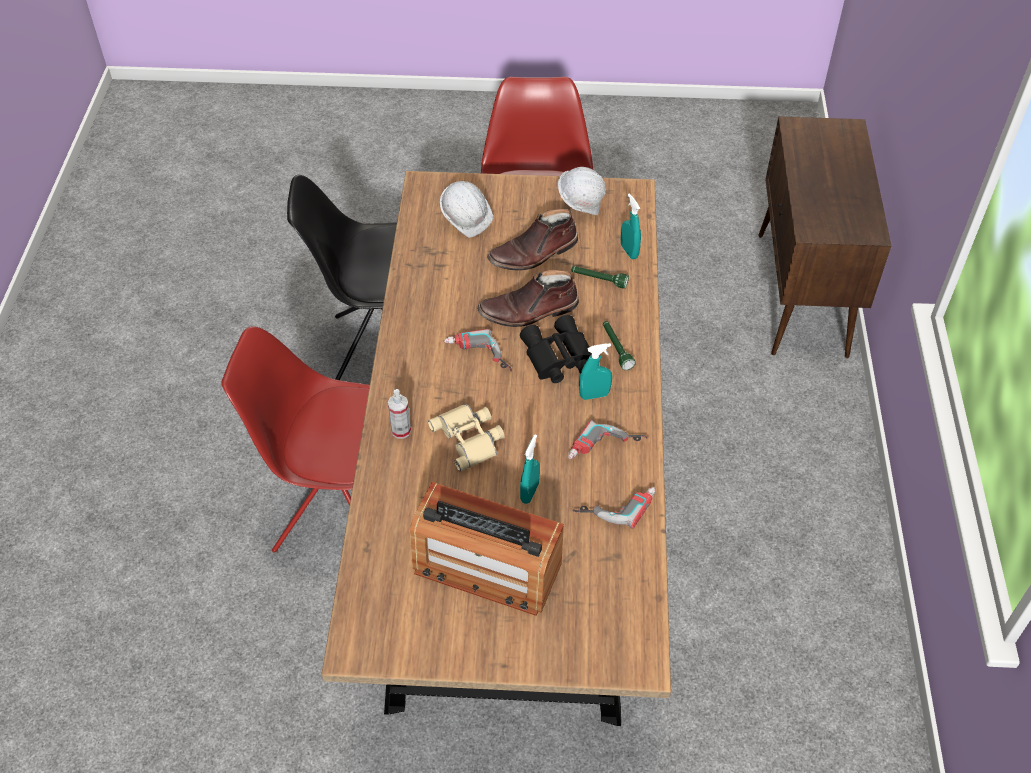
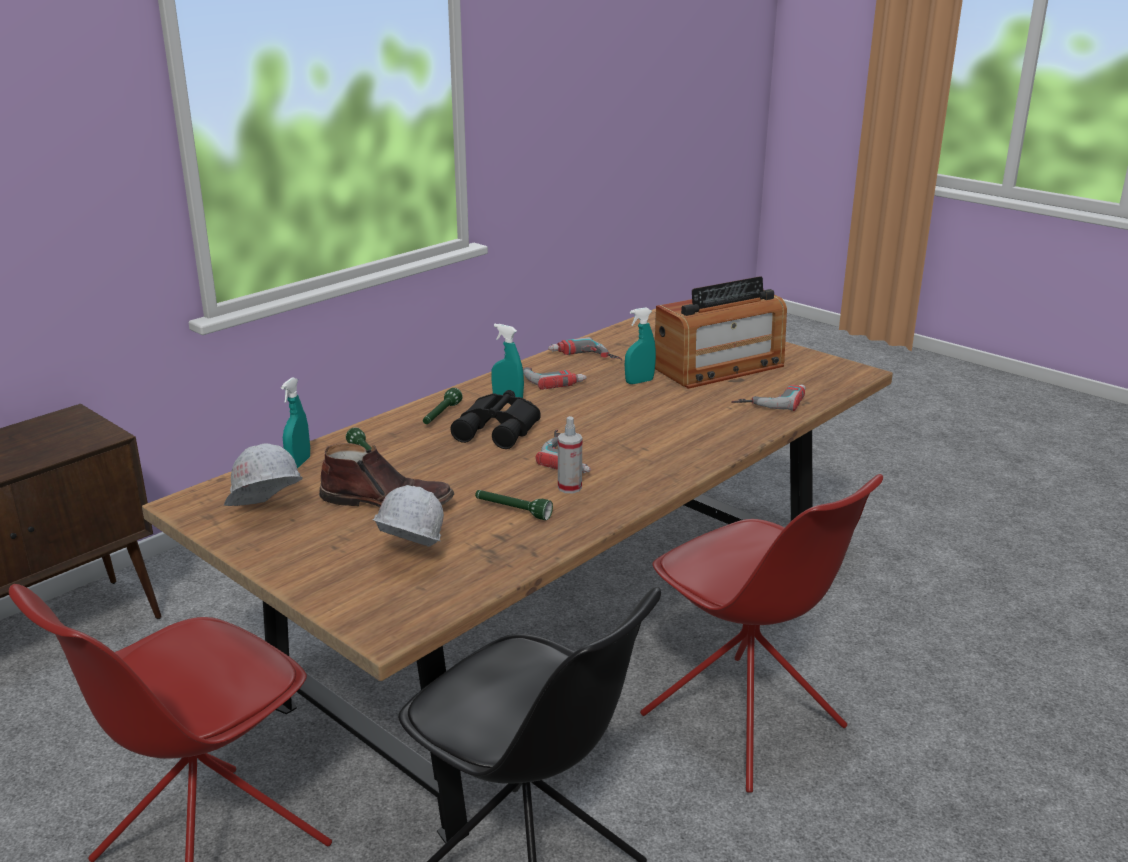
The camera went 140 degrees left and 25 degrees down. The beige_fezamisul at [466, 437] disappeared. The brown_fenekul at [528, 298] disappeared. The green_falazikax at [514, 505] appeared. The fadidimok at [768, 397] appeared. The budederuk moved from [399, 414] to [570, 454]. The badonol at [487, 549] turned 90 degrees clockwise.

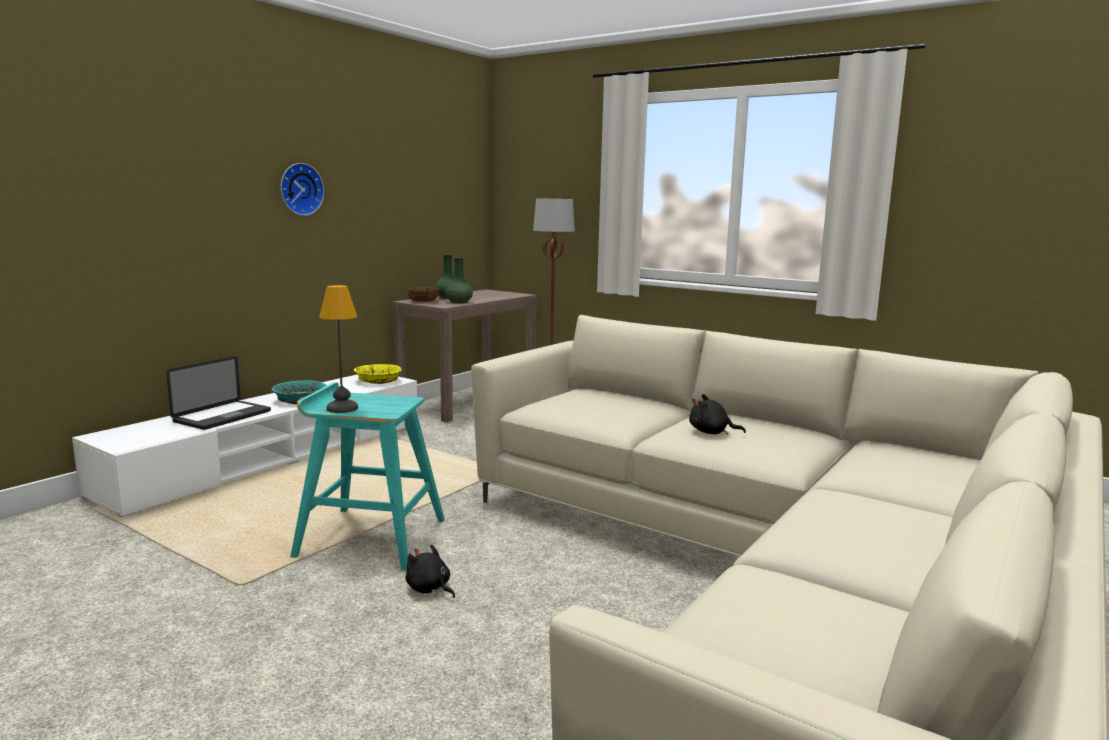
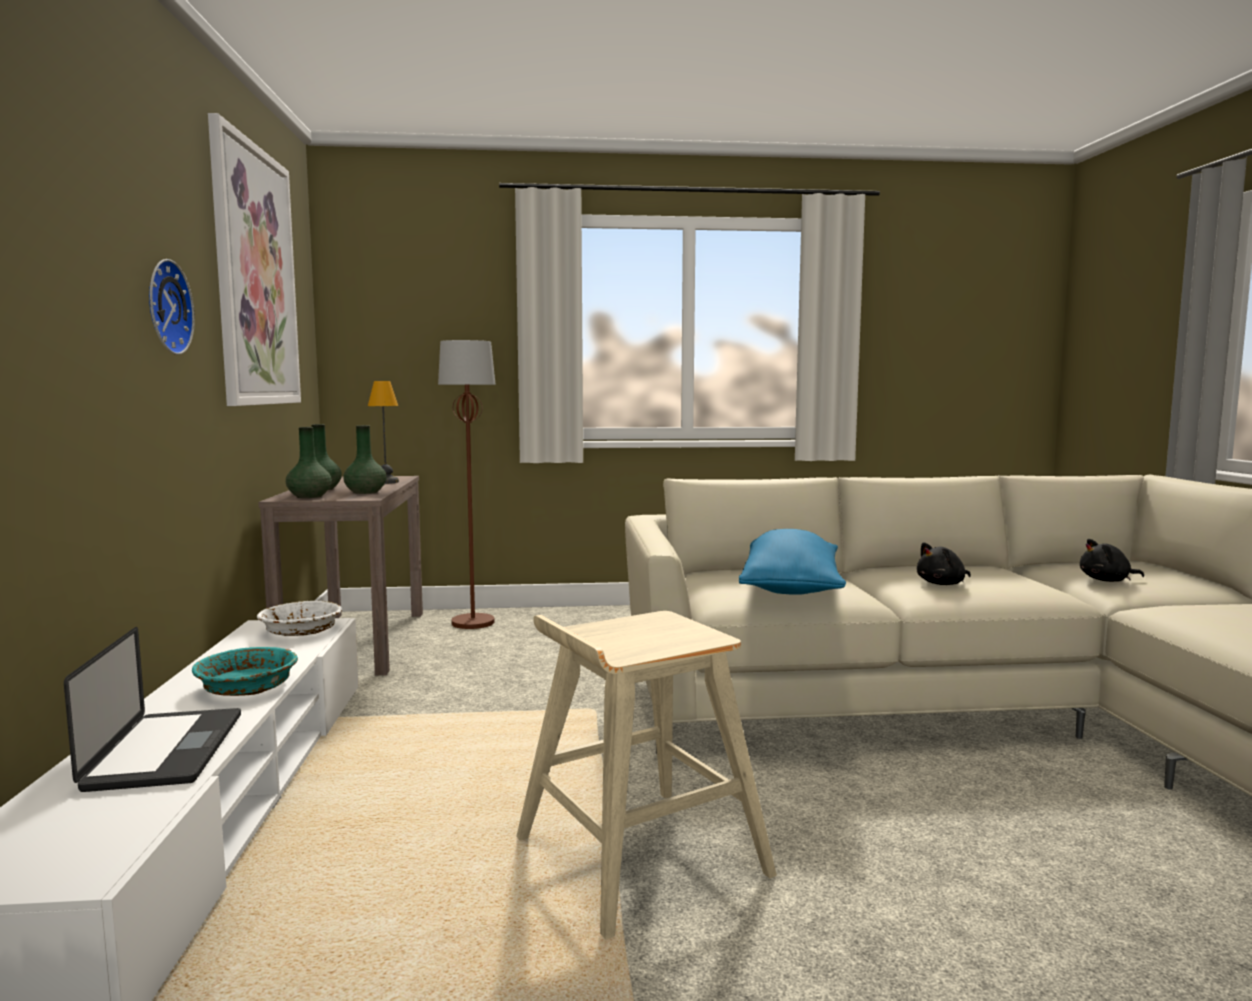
The camera went 40 degrees left and 5 degrees down. The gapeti at [254, 259] appeared. The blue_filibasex at [792, 562] appeared. The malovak moved from [338, 349] to [383, 432]. The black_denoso moved from [430, 571] to [1112, 560]. The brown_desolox at [423, 294] was replaced by the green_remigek at [309, 462]. The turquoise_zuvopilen at [367, 476] became the beige_zuvopilen at [646, 775]. The yellow_desolox at [378, 374] became the white_desolox at [299, 618].

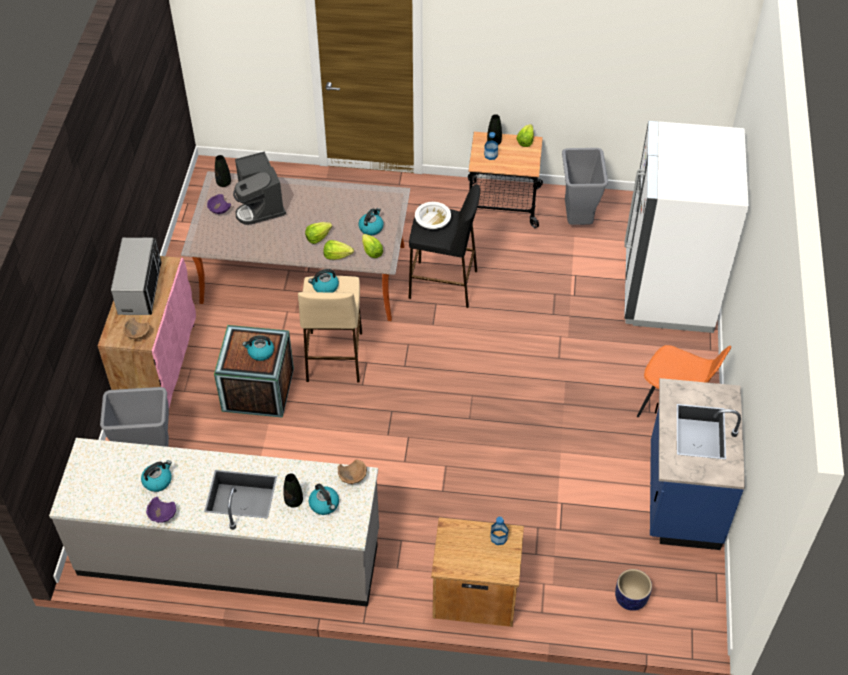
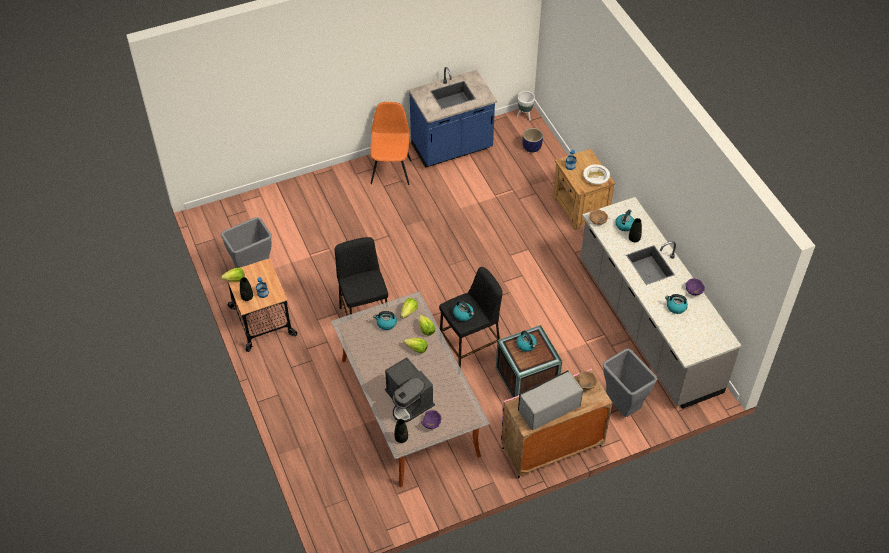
The camera went 120 degrees left and 0 degrees up. The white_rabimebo at [686, 227] disappeared. The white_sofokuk at [526, 106] appeared. The white_desolox moved from [433, 215] to [596, 174]. The beige_zuvopilen at [330, 329] became the black_zuvopilen at [471, 317]. The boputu at [259, 188] turned 105 degrees clockwise.

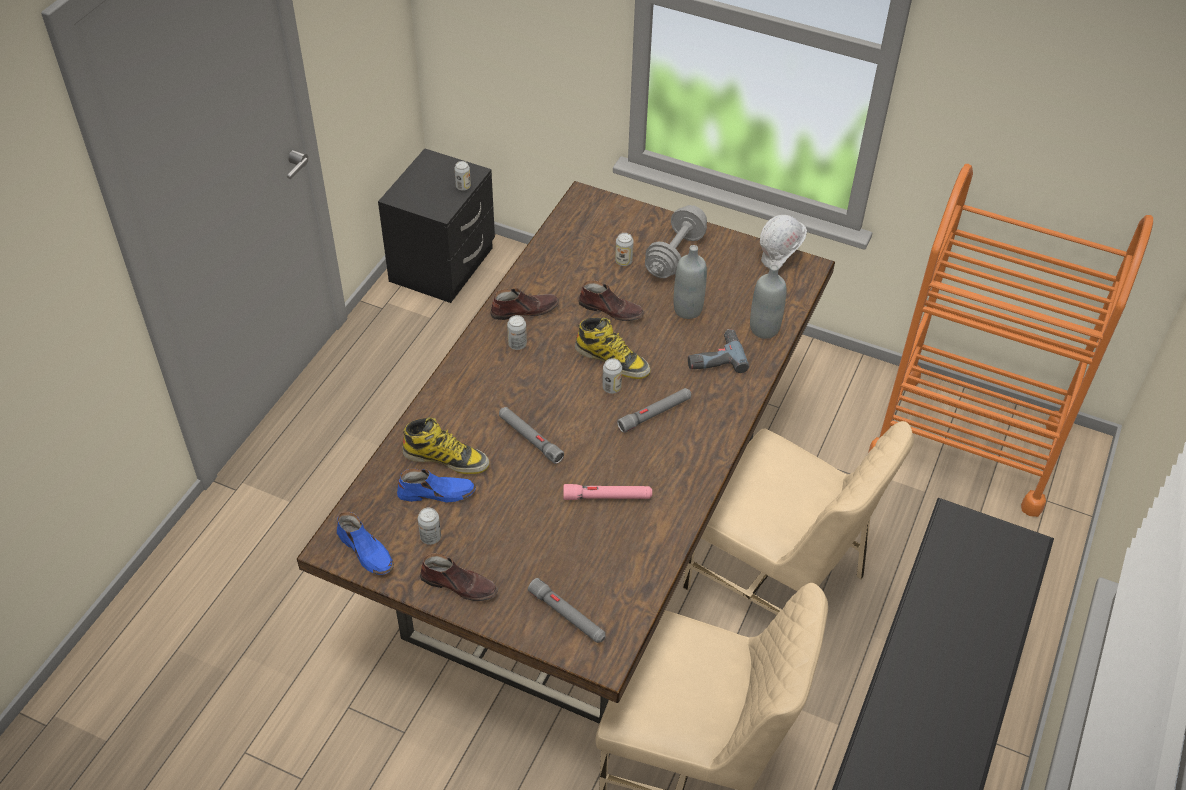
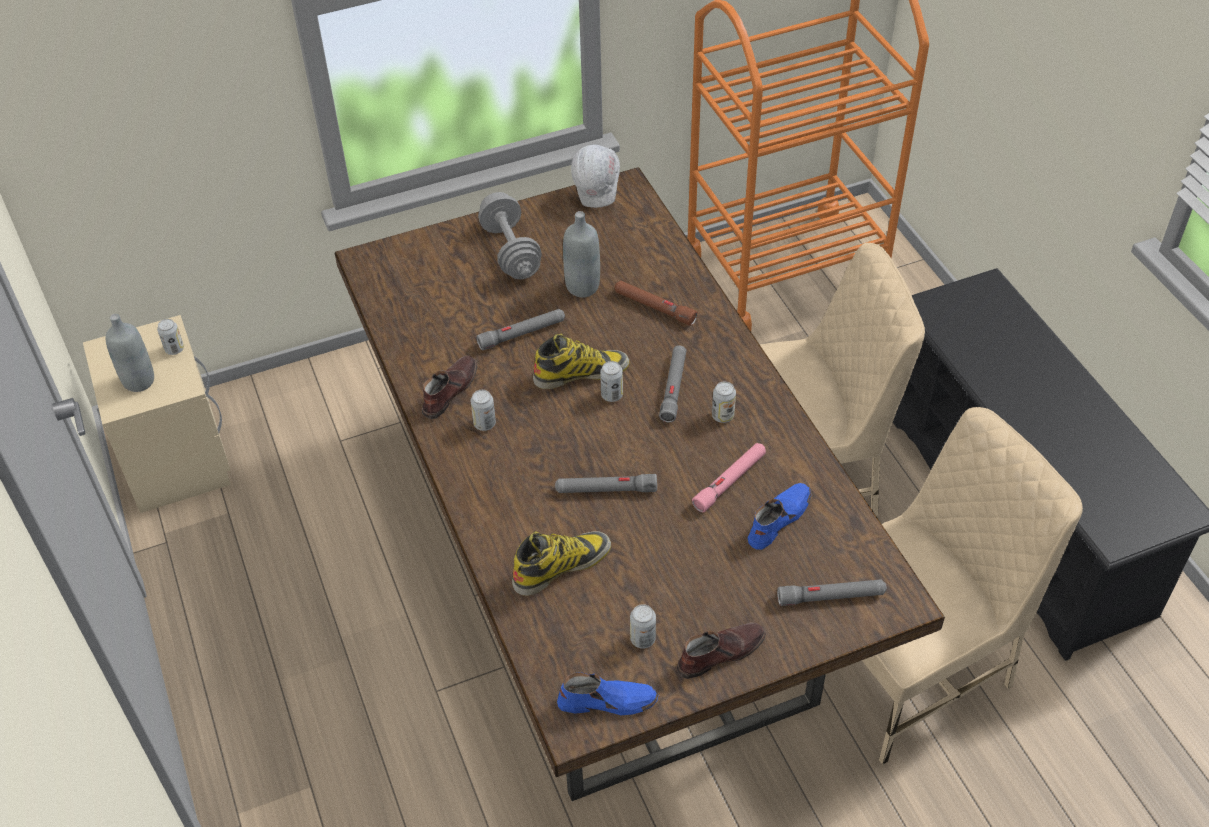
The camera went 45 degrees left and 0 degrees up. The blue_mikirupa moved from [436, 485] to [779, 516]. The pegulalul moved from [624, 249] to [724, 402]. The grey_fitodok moved from [768, 301] to [129, 353]. The brown_mikirupa at [611, 300] was replaced by the grey_falazikax at [520, 329]. The fadidimok at [718, 351] was replaced by the brown_falazikax at [656, 303]. The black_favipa at [436, 225] became the beige_favipa at [157, 414].

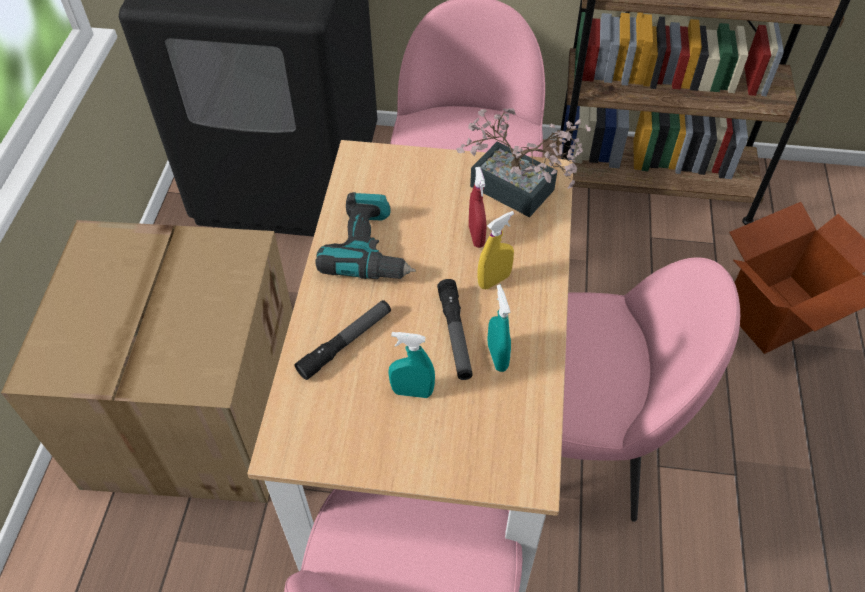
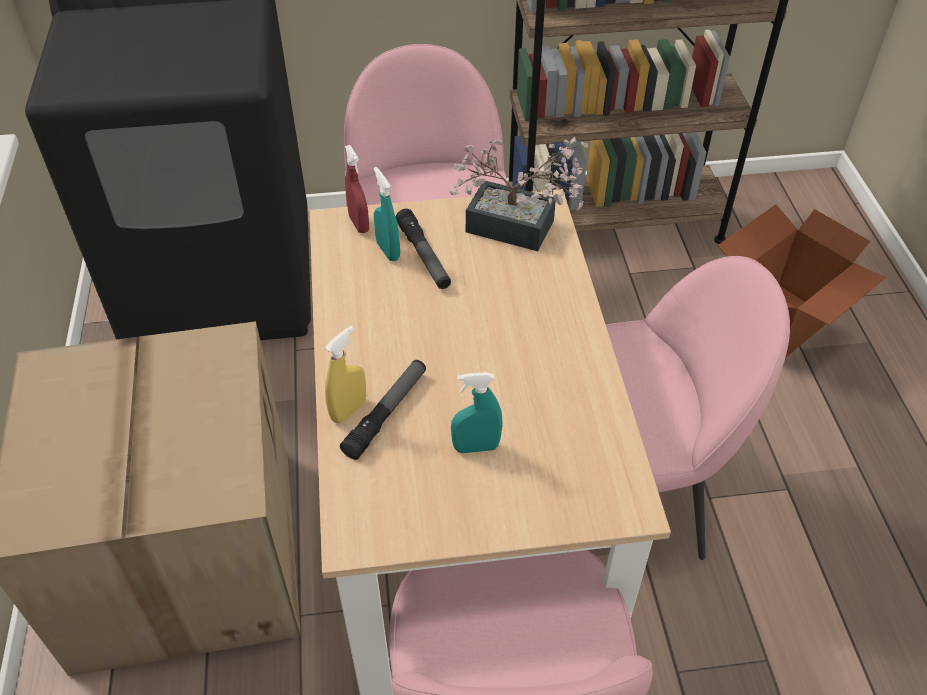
The camera went 15 degrees left and 5 degrees down. The fadidimok at [365, 235] disappeared. The falazikax moved from [455, 329] to [423, 249]. The red_budederuk moved from [477, 207] to [357, 189]. The yellow_budederuk moved from [496, 250] to [345, 374]. The turquoise_budederuk moved from [499, 328] to [387, 214].

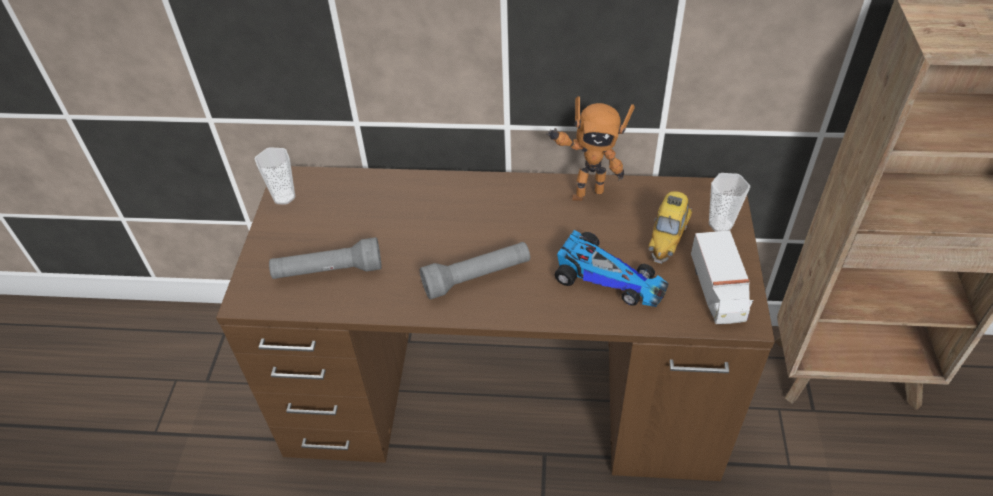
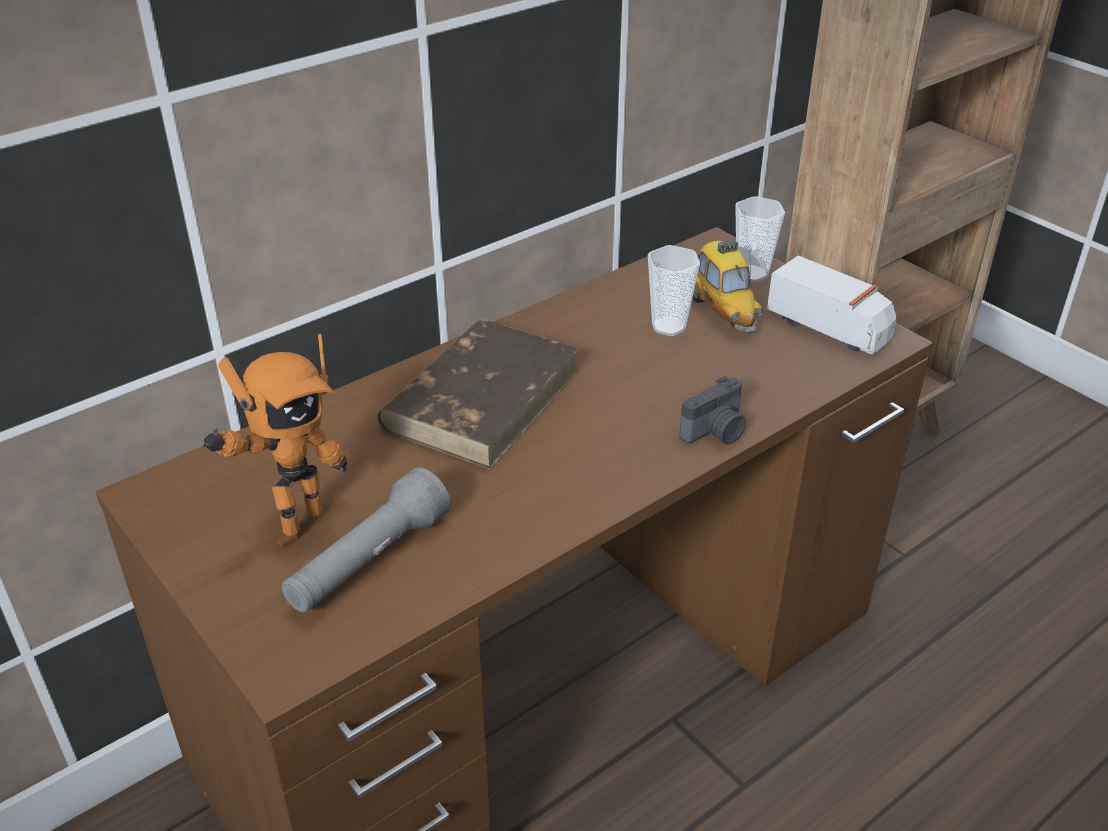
The camera went 45 degrees left and 10 degrees down. The grey_falazikax at [475, 271] disappeared. The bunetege at [612, 268] disappeared. The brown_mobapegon at [478, 394] appeared. The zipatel at [712, 410] appeared. The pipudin moved from [274, 176] to [674, 290]. The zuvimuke moved from [590, 148] to [274, 441].

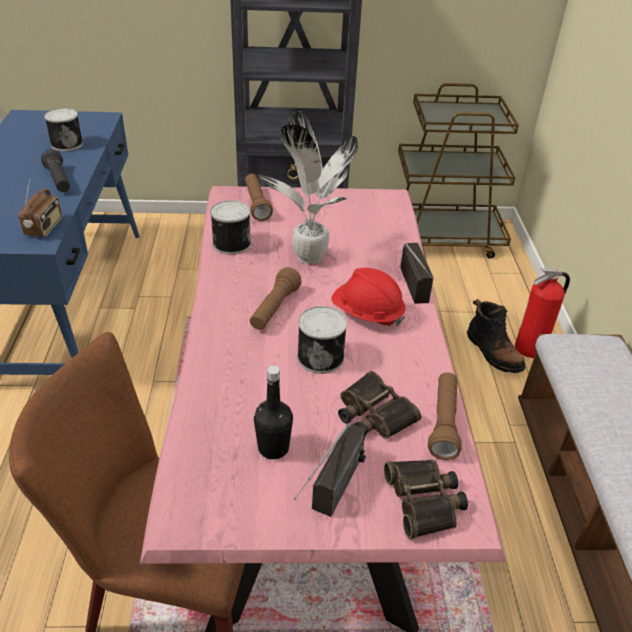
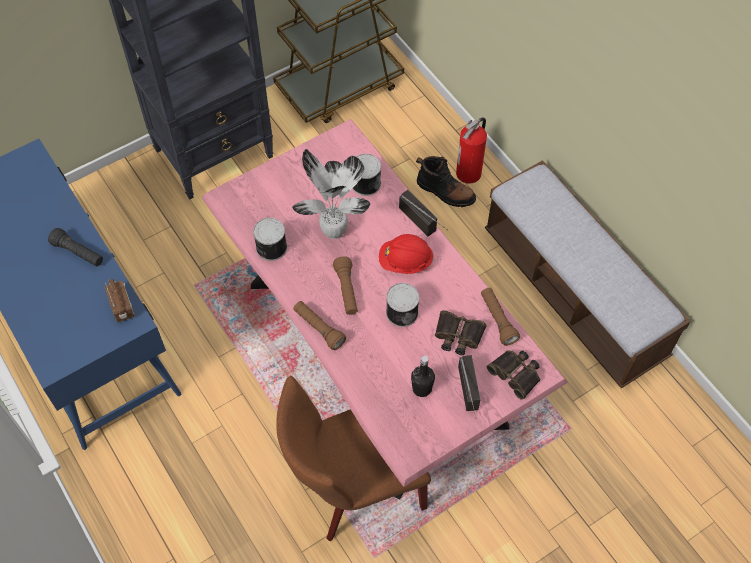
The camera went 30 degrees left and 20 degrees up. The pegulalul moved from [63, 129] to [366, 175]. The brown_falazikax moved from [259, 197] to [319, 325].

